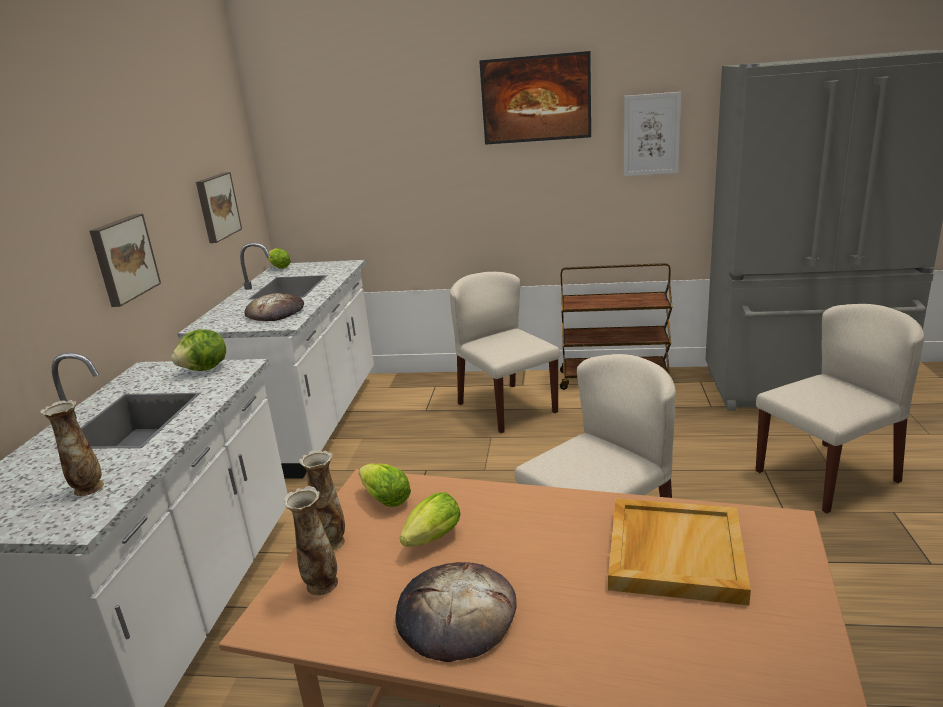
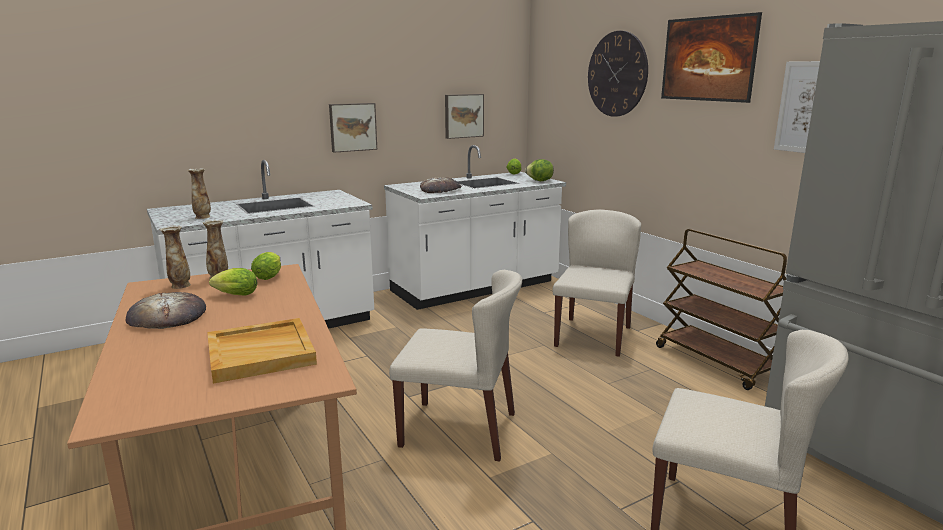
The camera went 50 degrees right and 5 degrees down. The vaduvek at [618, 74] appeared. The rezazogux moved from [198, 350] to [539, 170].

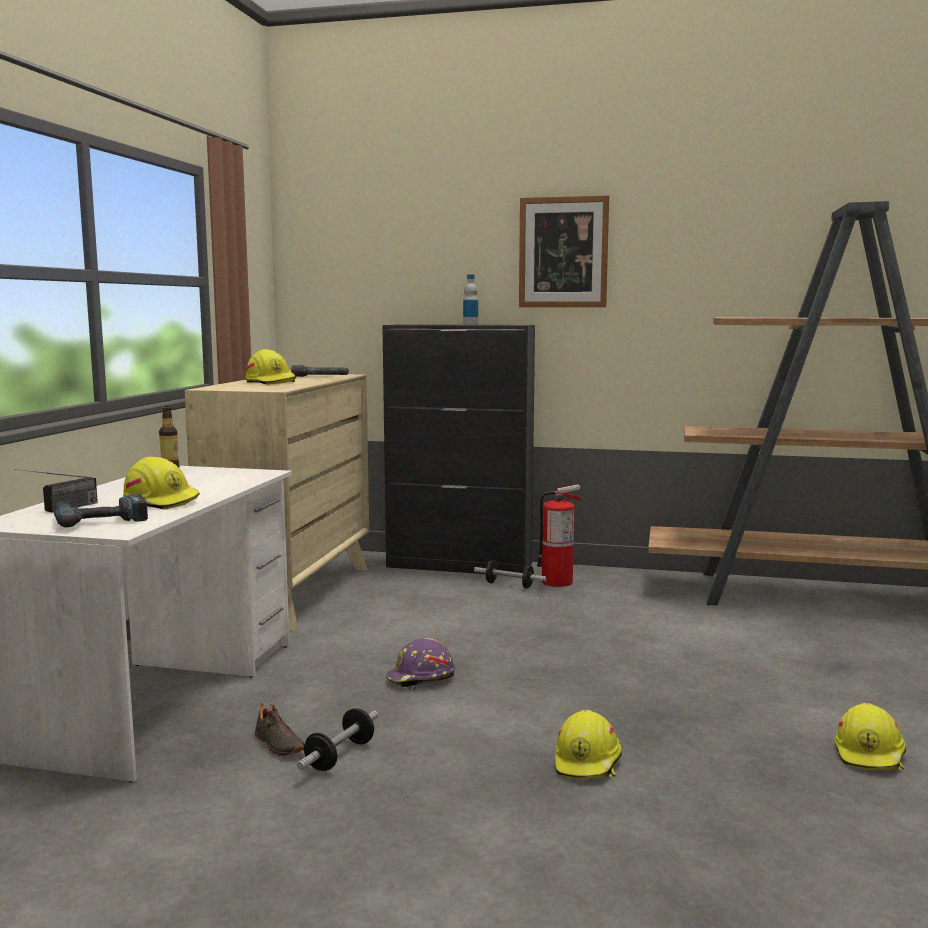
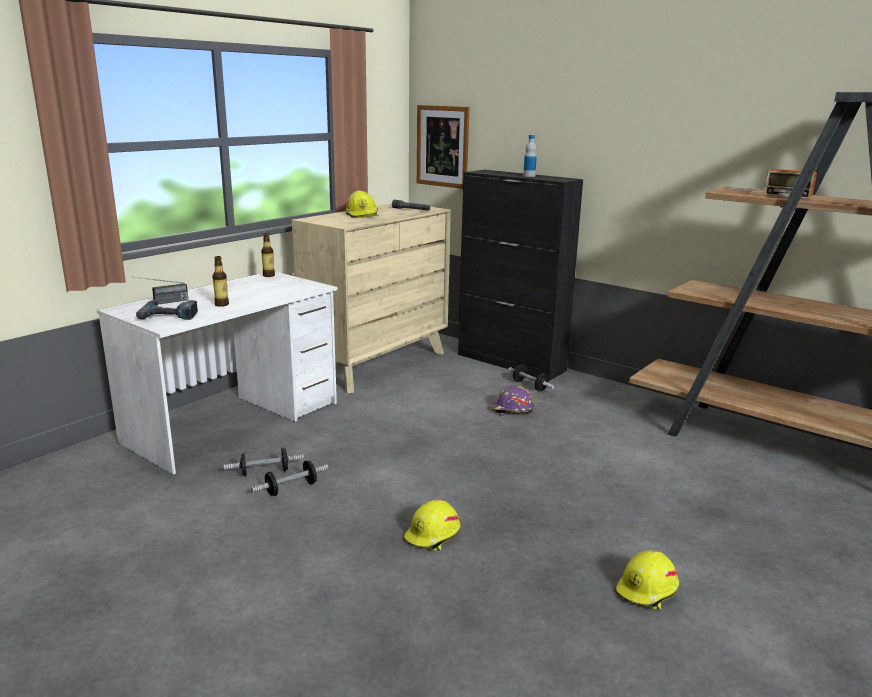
The camera went 25 degrees right and 10 degrees up. The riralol at [559, 535] disappeared. The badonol at [773, 184] appeared. The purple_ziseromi moved from [420, 664] to [512, 401]. The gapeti moved from [564, 251] to [443, 147]. The yellow_ziseromi at [161, 483] was replaced by the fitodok at [220, 281]. The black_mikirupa at [279, 729] was replaced by the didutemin at [264, 462].

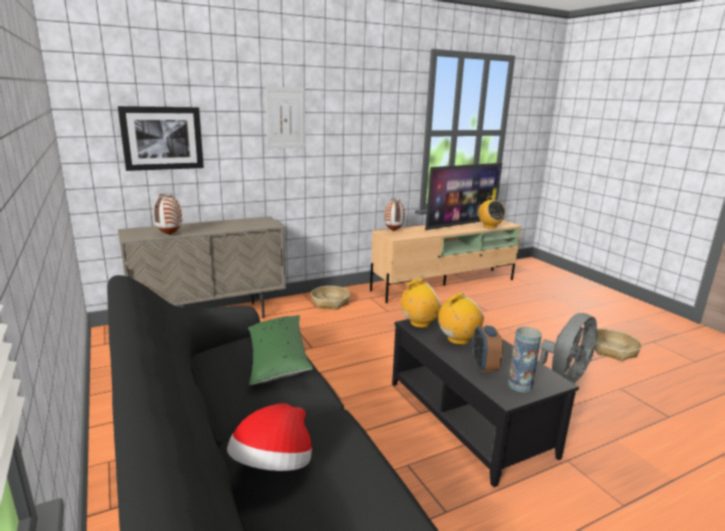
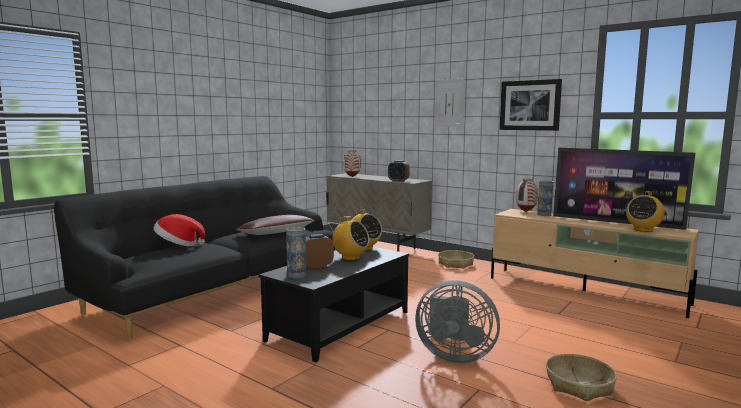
The camera went 65 degrees right and 10 degrees down. The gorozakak at [398, 171] appeared. The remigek at [545, 198] appeared. The gapeti moved from [161, 138] to [531, 105]. The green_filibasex at [280, 350] became the brown_filibasex at [275, 225].

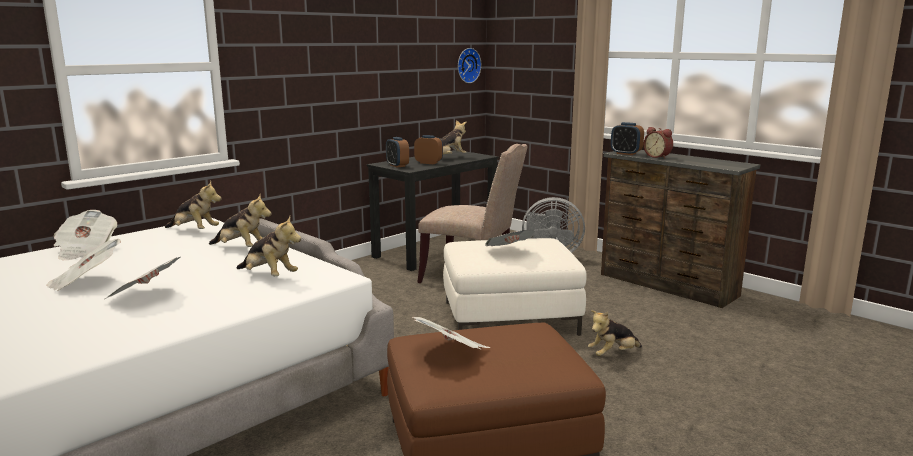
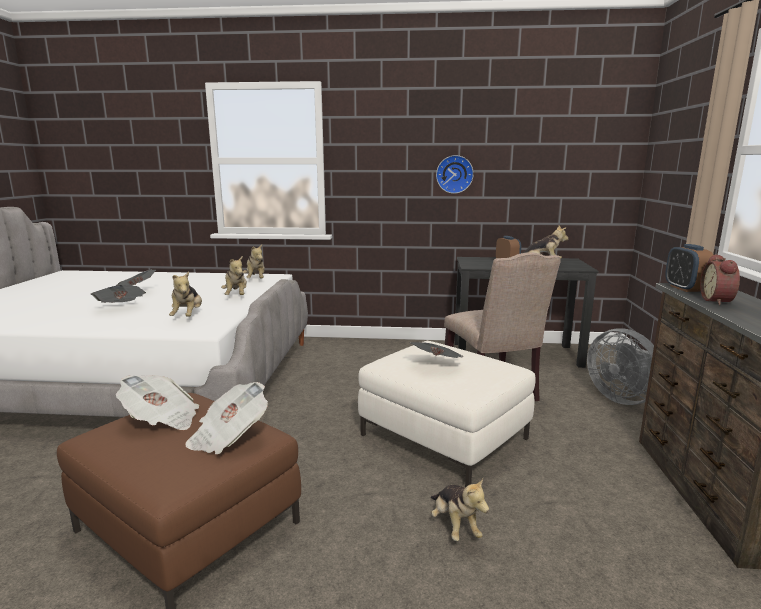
The camera went 50 degrees right and 0 degrees up. The gorozakak at [397, 152] disappeared. The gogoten moved from [85, 235] to [226, 418]. The vaduvek moved from [470, 65] to [455, 174]. The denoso at [615, 333] turned 135 degrees counterclockwise.

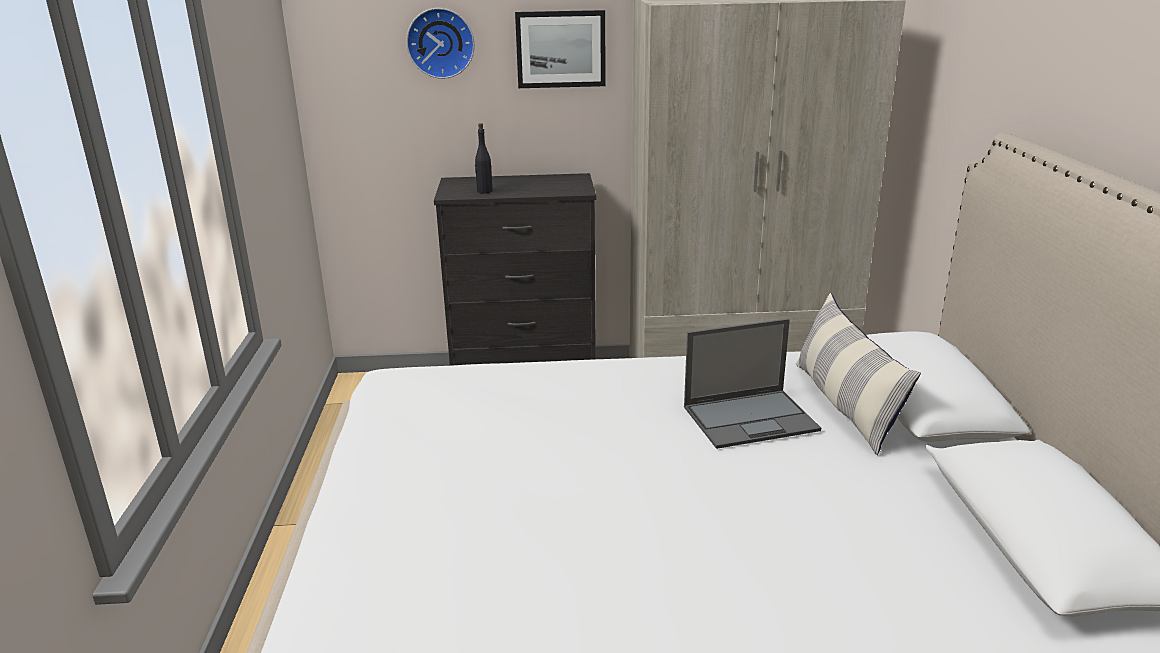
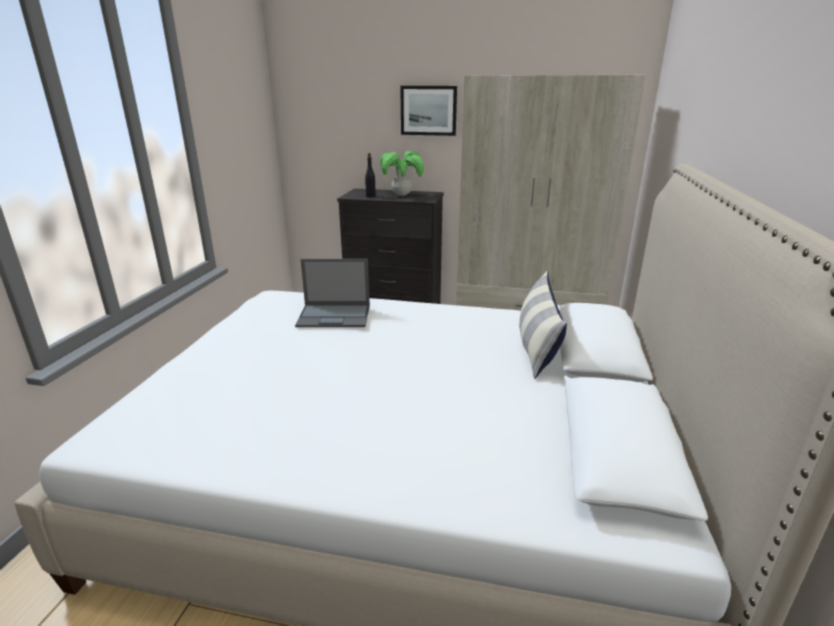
The camera went 15 degrees right and 0 degrees up. The vaduvek at [440, 43] disappeared. The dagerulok at [402, 173] appeared. The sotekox moved from [752, 383] to [332, 293].

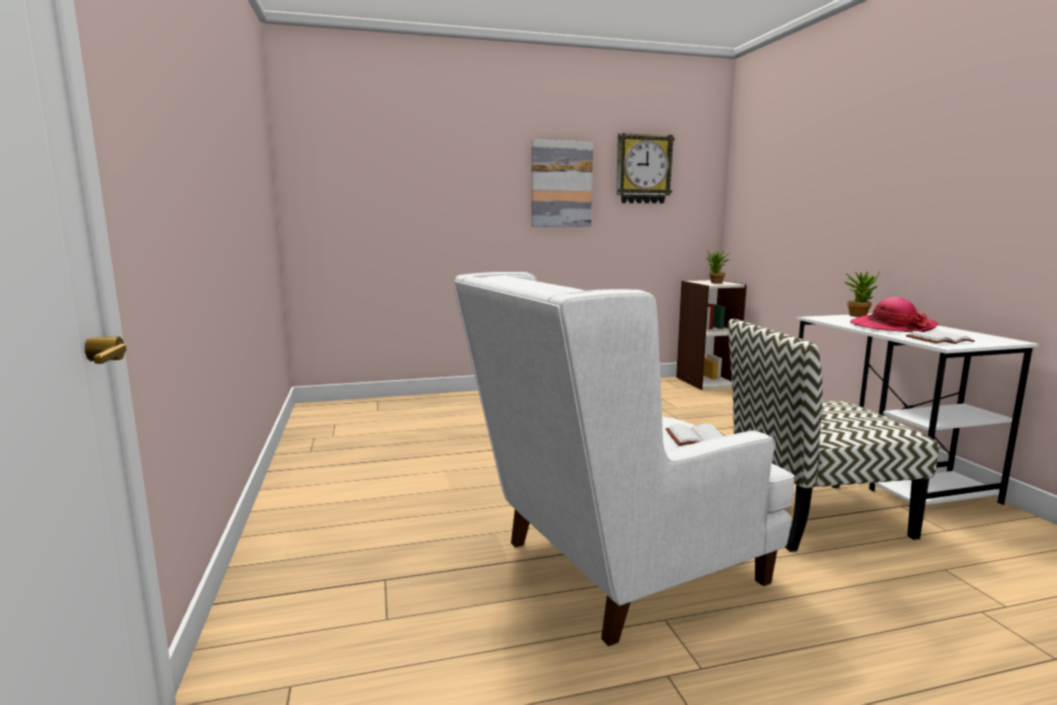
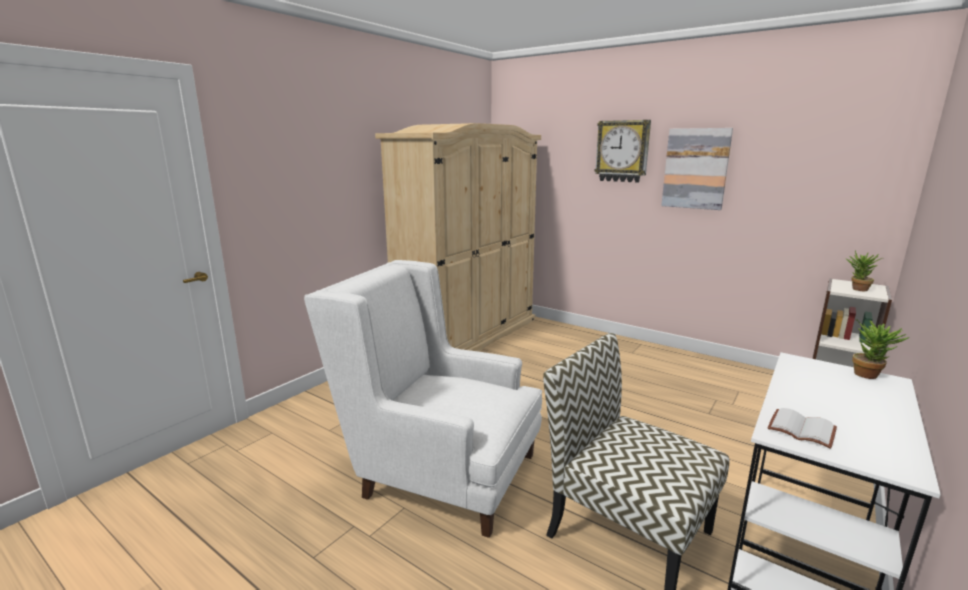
The camera went 50 degrees right and 5 degrees up. The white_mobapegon at [695, 435] disappeared. The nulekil at [894, 314] disappeared. The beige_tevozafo at [458, 237] appeared. The vaduvek moved from [645, 168] to [622, 151].

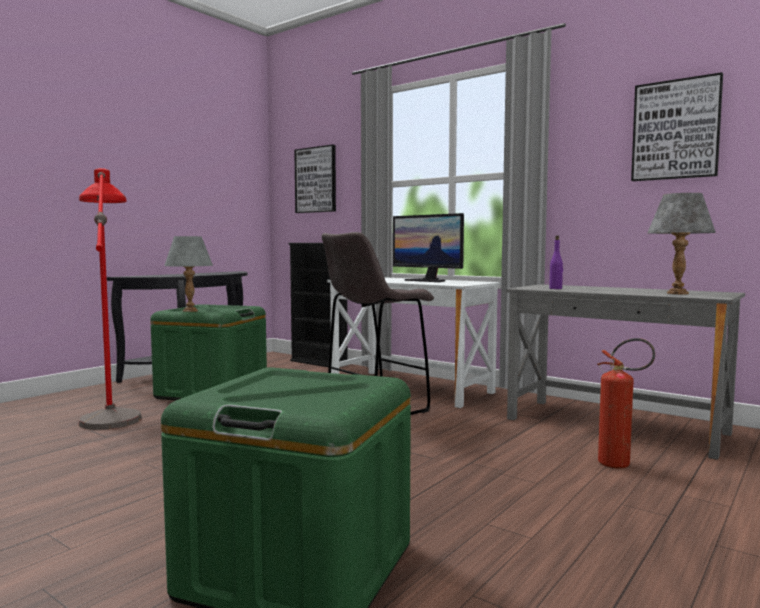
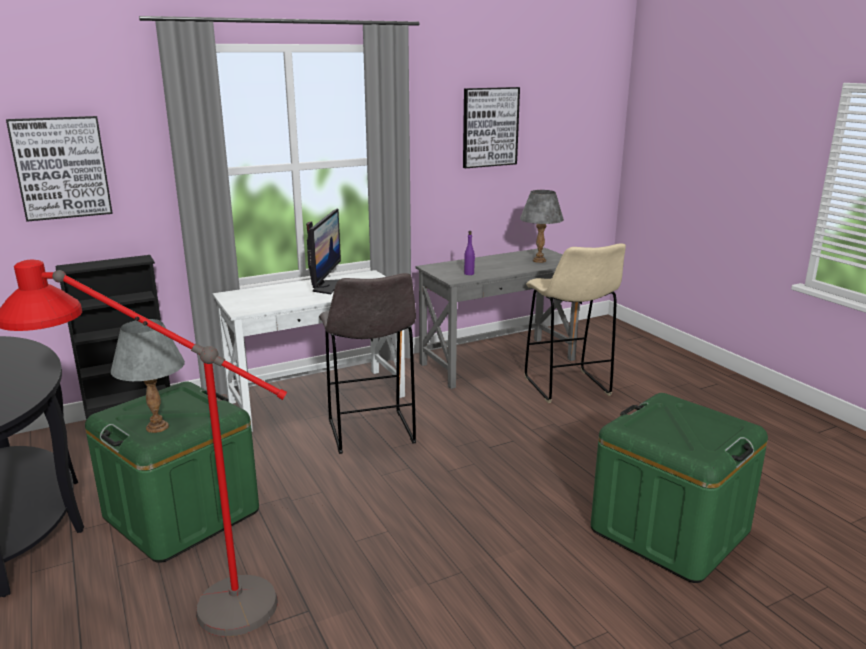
The camera went 65 degrees left and 15 degrees up. The riralol at [626, 403] was replaced by the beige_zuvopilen at [575, 323]. The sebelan at [428, 247] turned 60 degrees counterclockwise.

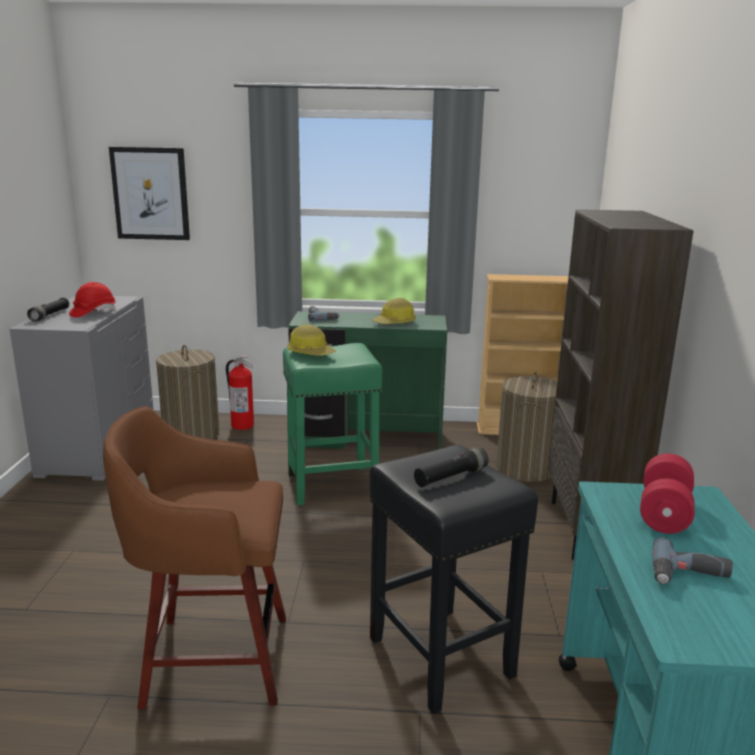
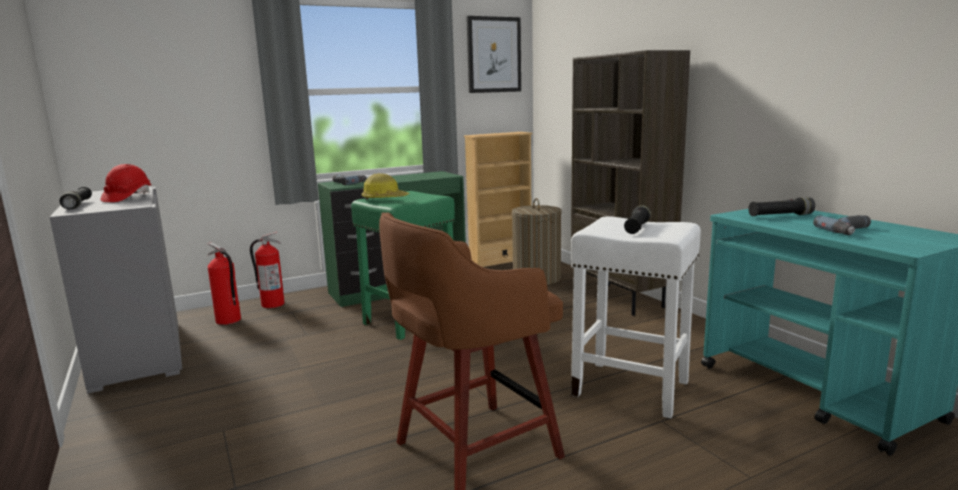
The camera went 30 degrees left and 5 degrees down. The ziseromi at [394, 311] disappeared. The gapeti moved from [149, 193] to [493, 54]. The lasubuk at [187, 392] was replaced by the riralol at [224, 284]. The red_didutemin at [667, 493] was replaced by the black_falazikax at [781, 206]. The black_zuvopilen at [453, 579] became the white_zuvopilen at [636, 317].

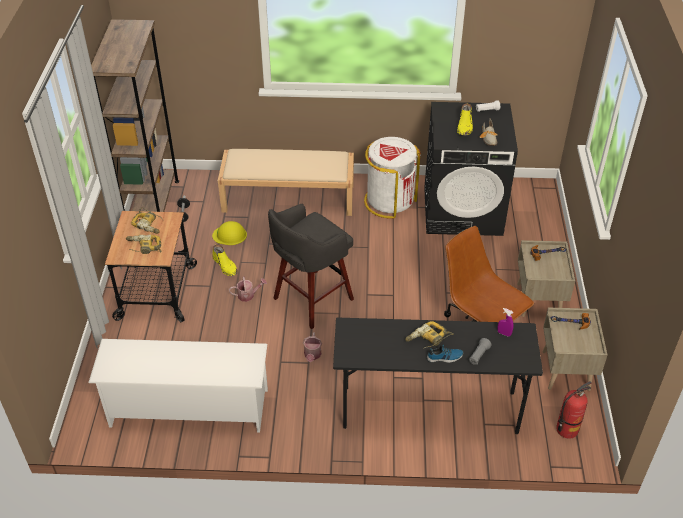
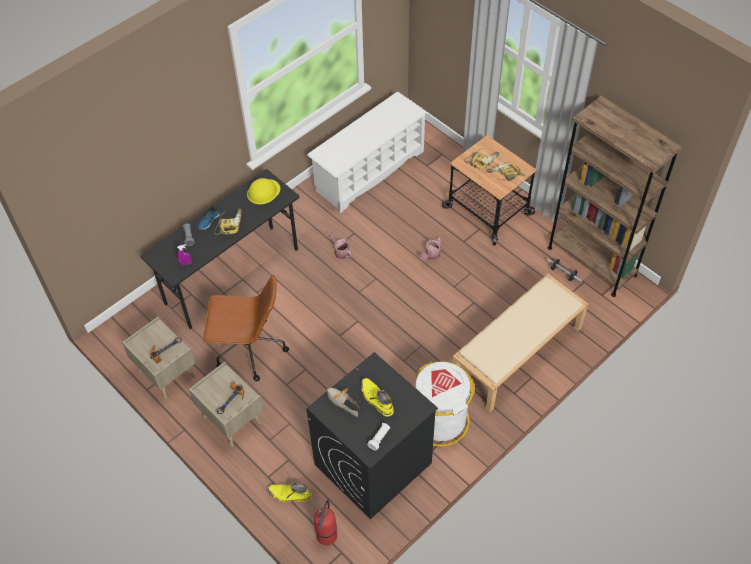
The camera went 135 degrees right and 10 degrees up. The grey_zuvopilen at [311, 266] disappeared. The yellow_ziseromi moved from [229, 233] to [263, 191]. The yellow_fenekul moved from [225, 260] to [289, 492]. The riralol moved from [574, 410] to [325, 522].

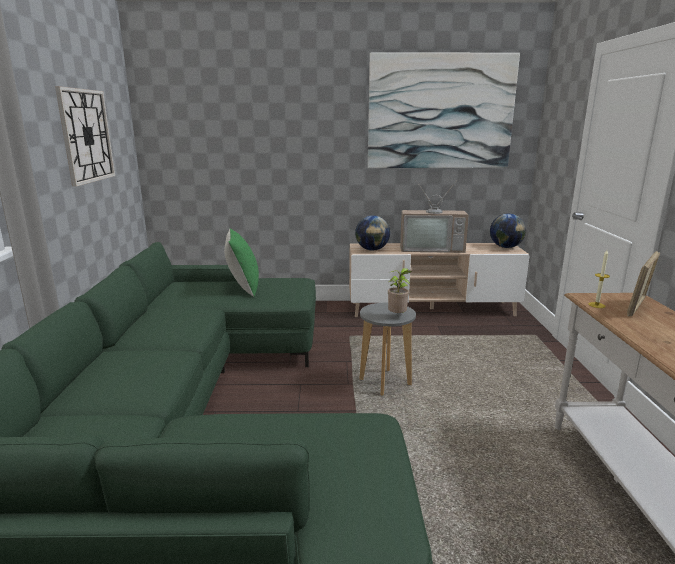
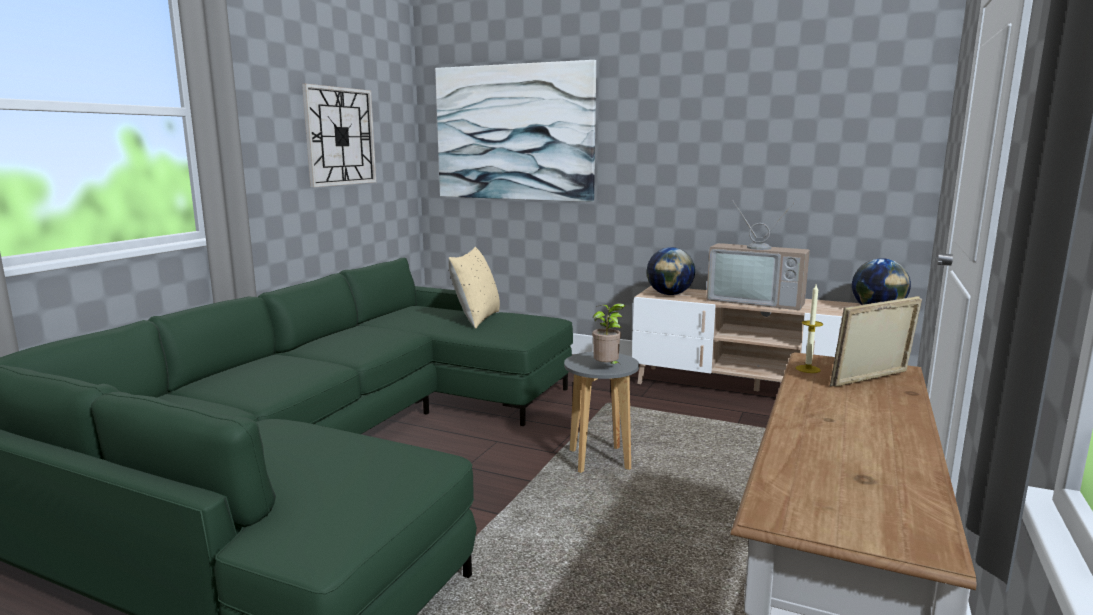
The camera went 25 degrees right and 5 degrees down. The gapeti moved from [444, 110] to [515, 131]. The green_filibasex at [241, 262] became the beige_filibasex at [474, 288].

